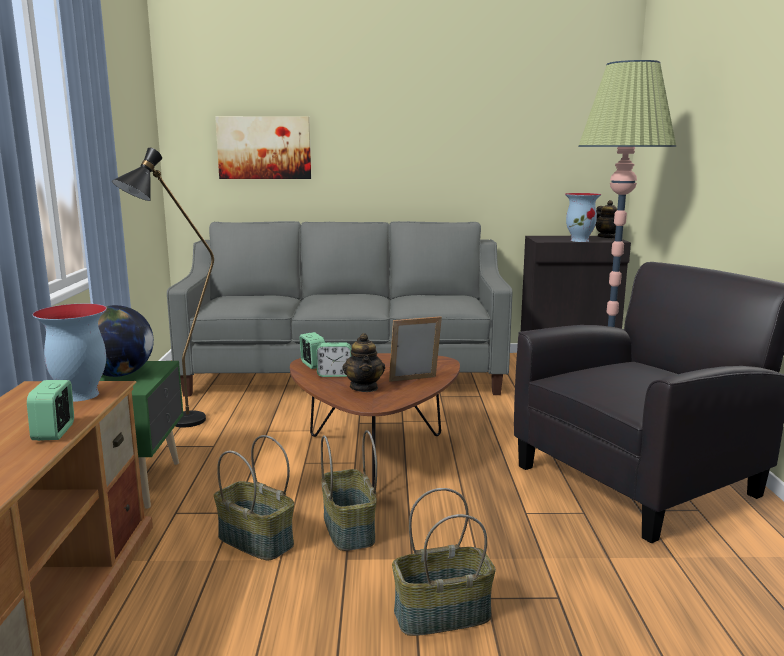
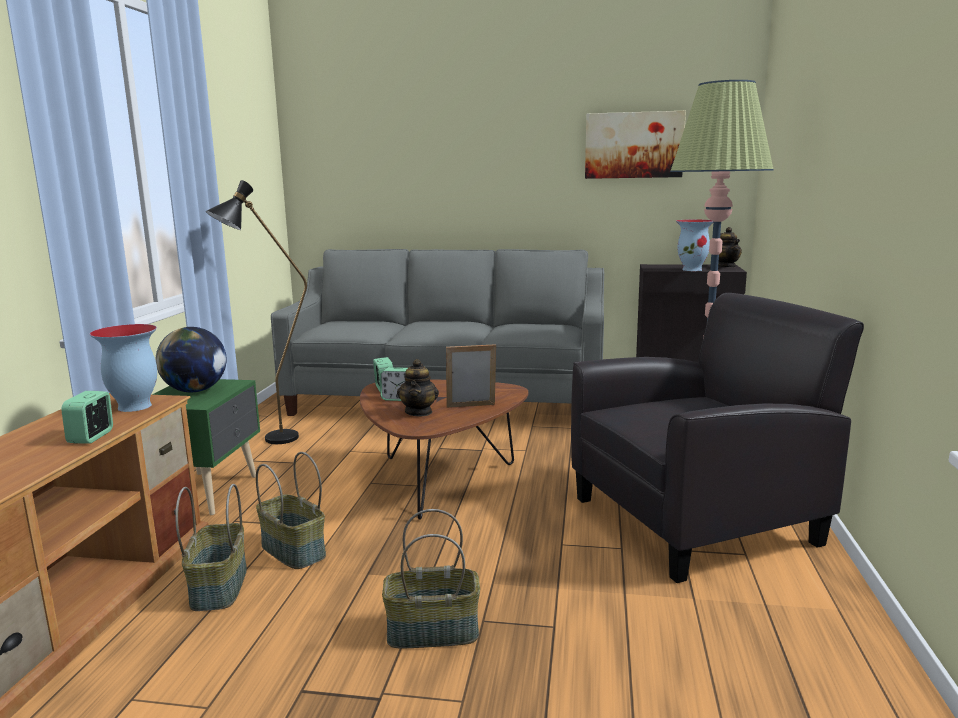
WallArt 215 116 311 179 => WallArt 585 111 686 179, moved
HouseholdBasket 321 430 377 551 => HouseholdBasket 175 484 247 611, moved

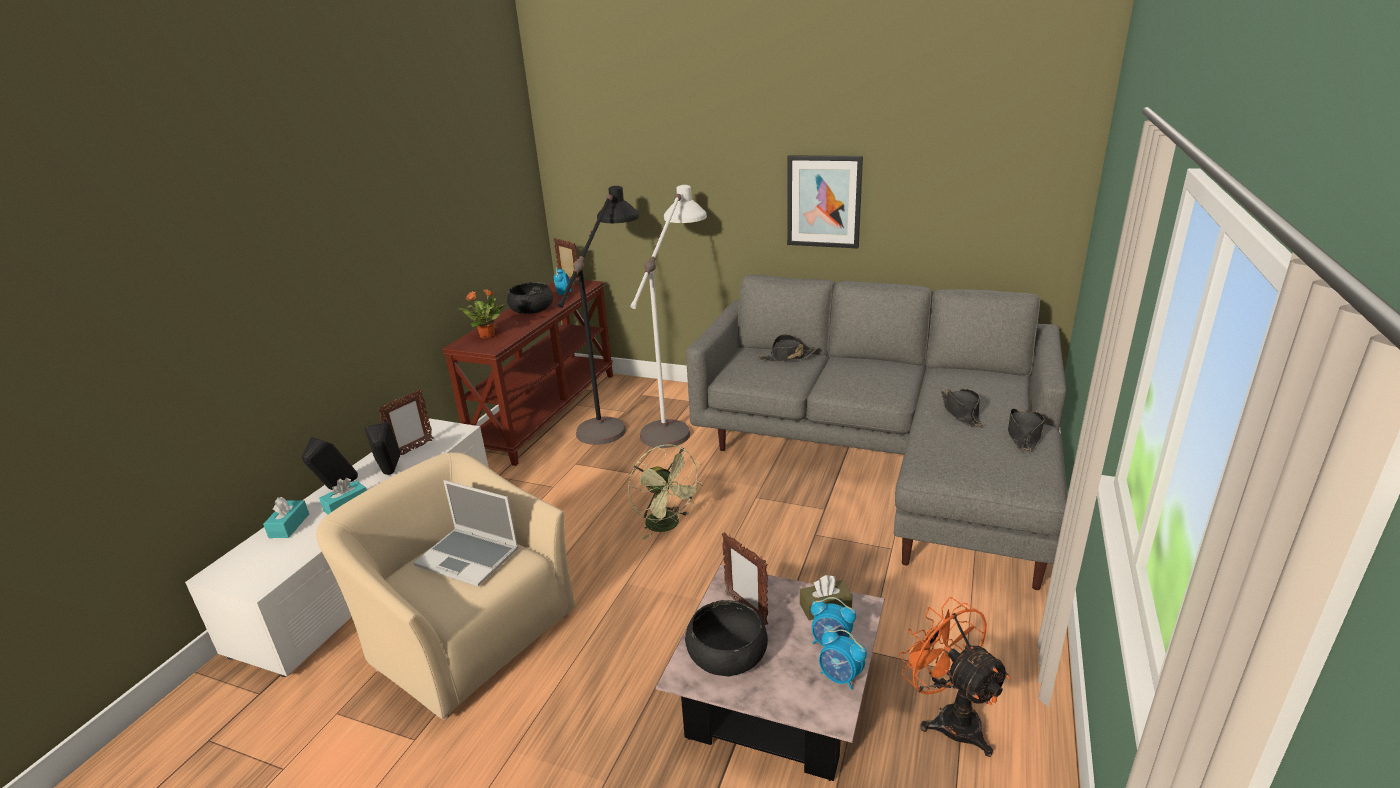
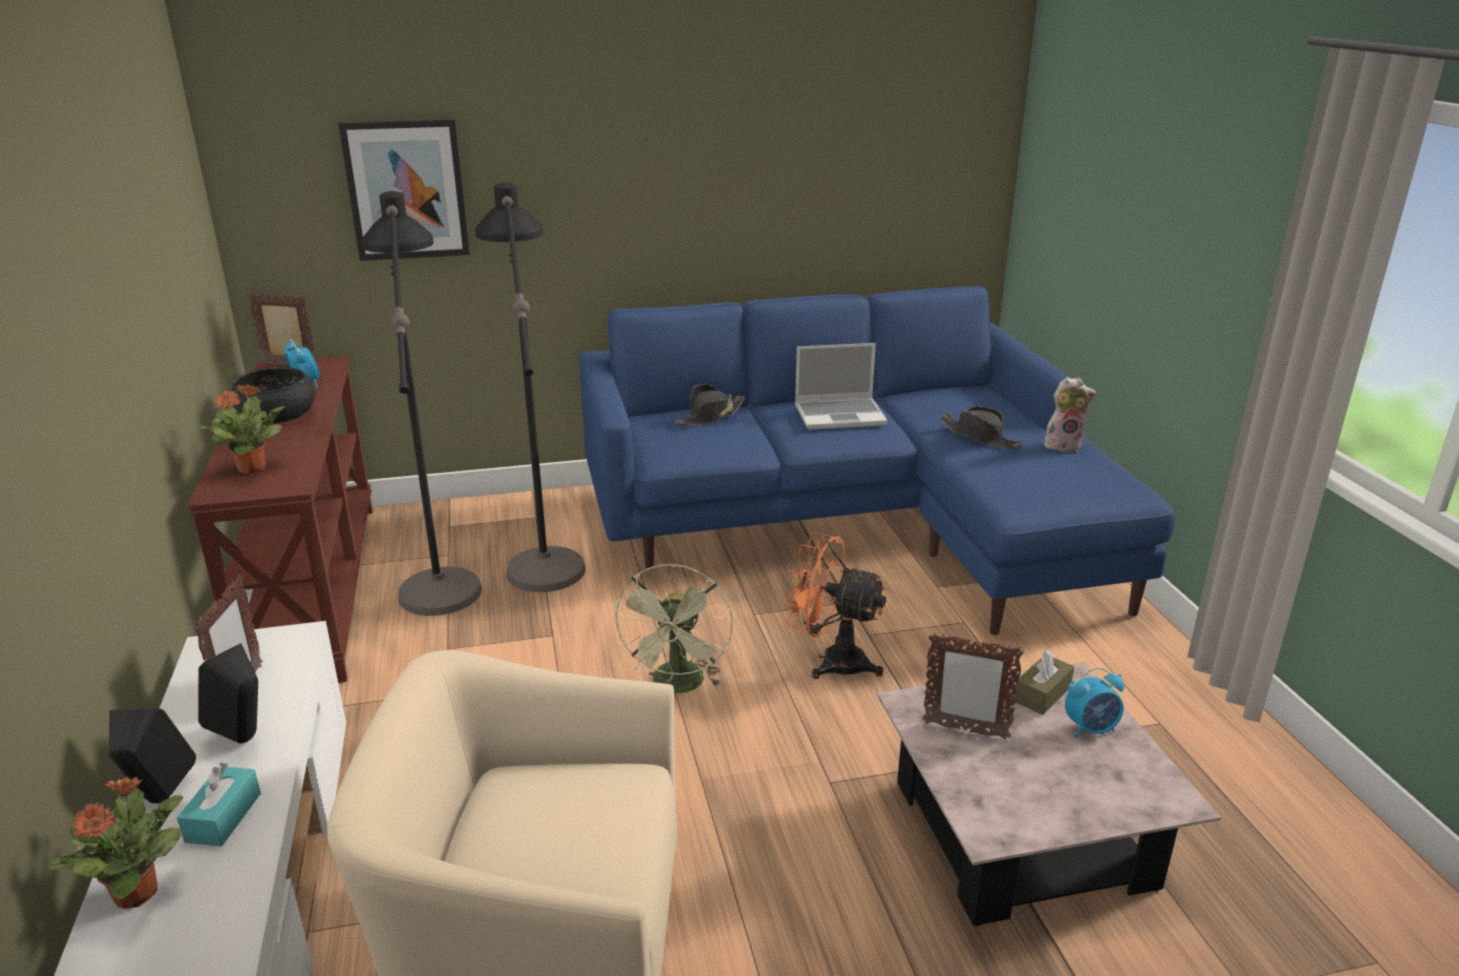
WallArt 787 155 863 248 => WallArt 338 119 470 261, moved
WhiteStandingLamp 630 185 707 448 => BlackishStandingLamp 475 182 586 592
GraySettee 686 275 1067 590 => BlueSettee 579 286 1175 635
BlackishHat 1008 408 1044 451 => SoftToy 1044 377 1096 452
GreenColouredCoolingFan 628 444 704 540 => GreenColouredCoolingFan 614 564 733 693, 75 degrees clockwise
Laptop 414 480 519 587 => Laptop 795 343 888 430, moved
TurquoiseTissueHolder 263 497 309 538 => PlantInAPot 47 776 183 909
OrangeyCoolingFan 898 597 1011 757 => OrangeyCoolingFan 784 532 887 679, moved
BlackishDeepDish 685 600 768 676 => nothing
BedsideClock 819 629 867 690 => nothing

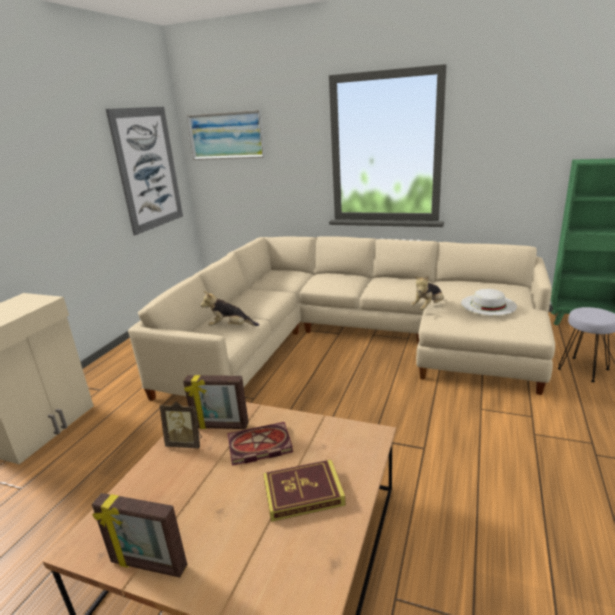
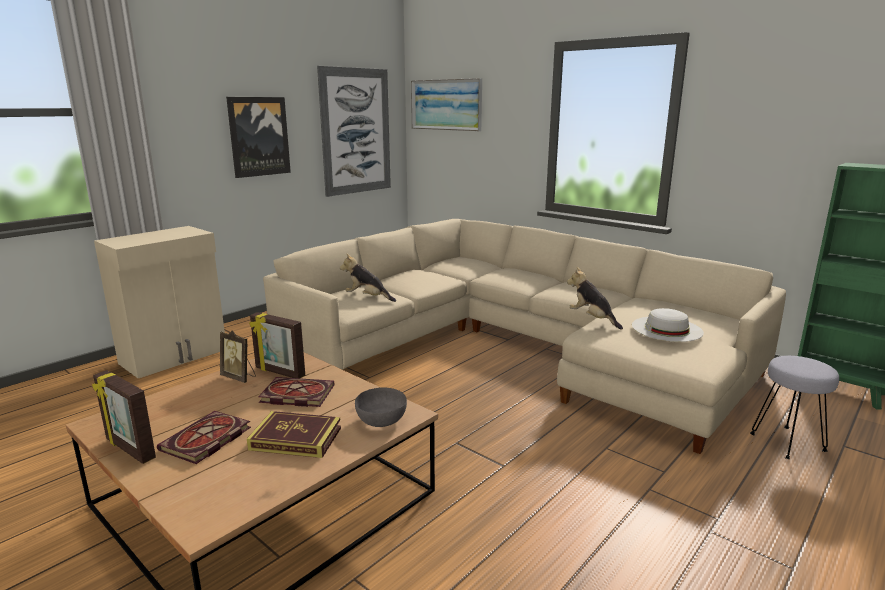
SoftToy 411 275 444 310 => SoftToy 567 267 623 329, 75 degrees clockwise
nothing => WallArt 226 97 291 178
nothing => GrayDeepDish 355 388 407 427
nothing => BoundBook 157 411 251 464

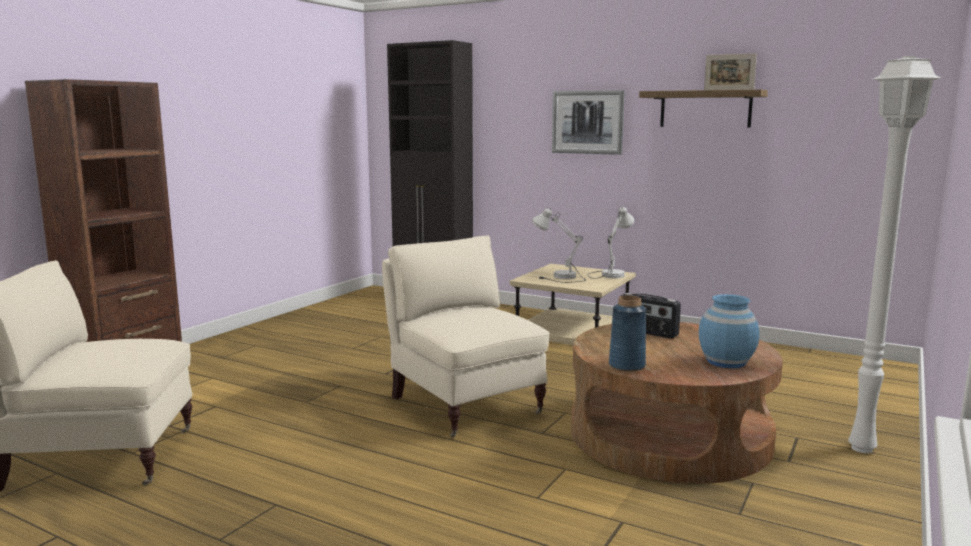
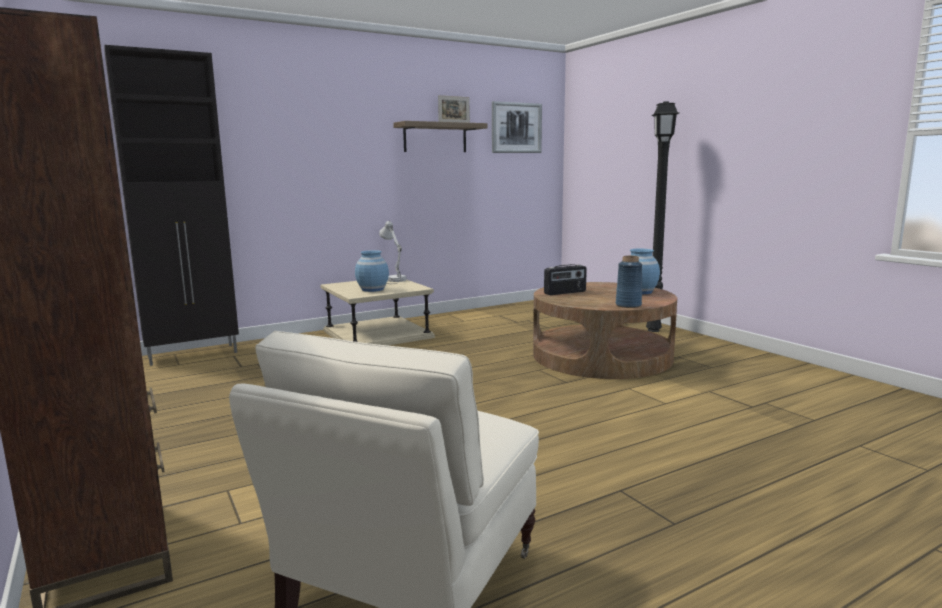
WhiteStandingLamp 848 56 941 453 => BlackishStandingLamp 646 101 679 332
WallArt 552 90 625 155 => WallArt 492 101 542 153, moved
WhiteLampForATable 532 208 586 283 => BlueVase 355 250 389 292
BeigeLoungeChair 382 236 550 437 => nothing

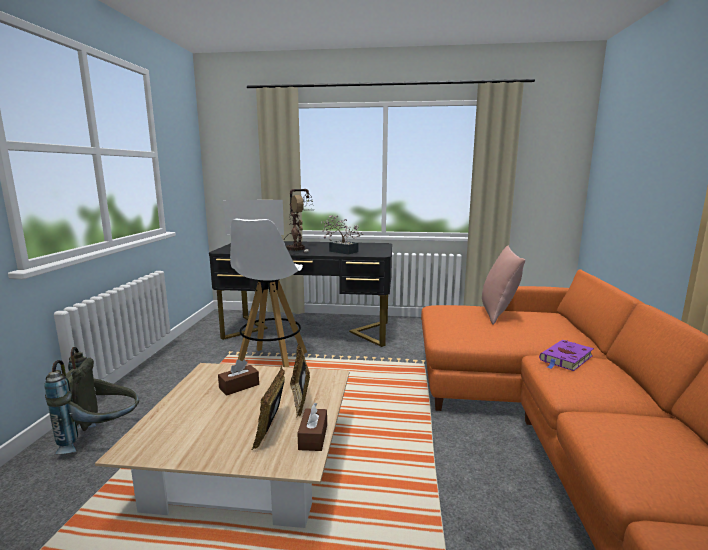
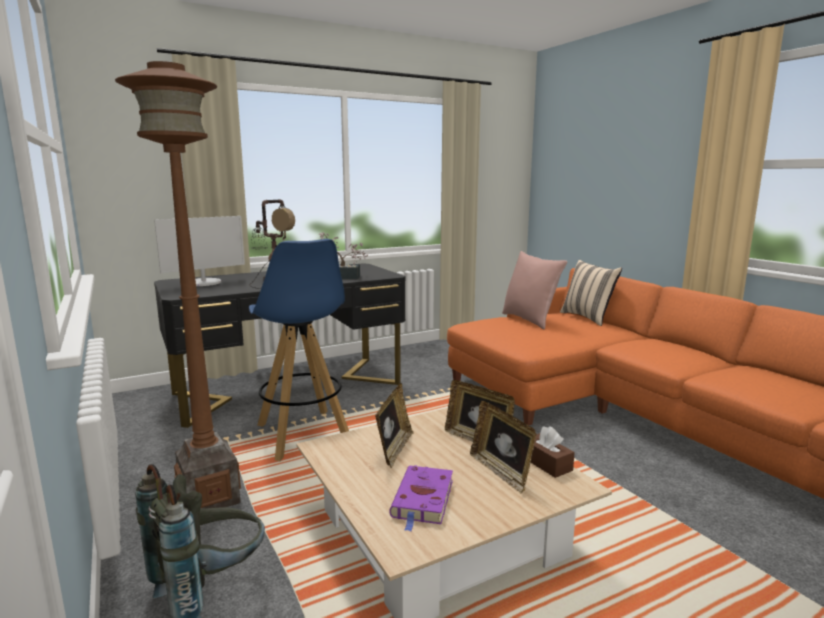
WhiteStool 230 218 307 367 => BlueStool 249 239 349 461
PurplishBoundBook 539 340 594 371 => PurplishBoundBook 389 465 453 532, moved
BrownTissueHolder 218 359 259 396 => StandingFrame 375 383 414 468
nothing => BrownStandingLamp 115 61 241 509
nothing => BeigePillow 560 260 622 326

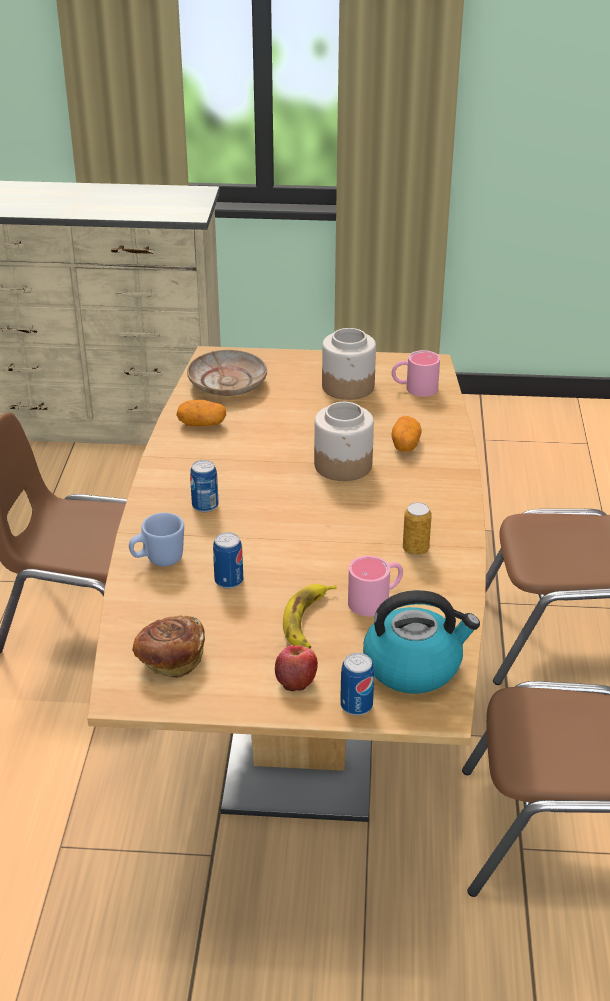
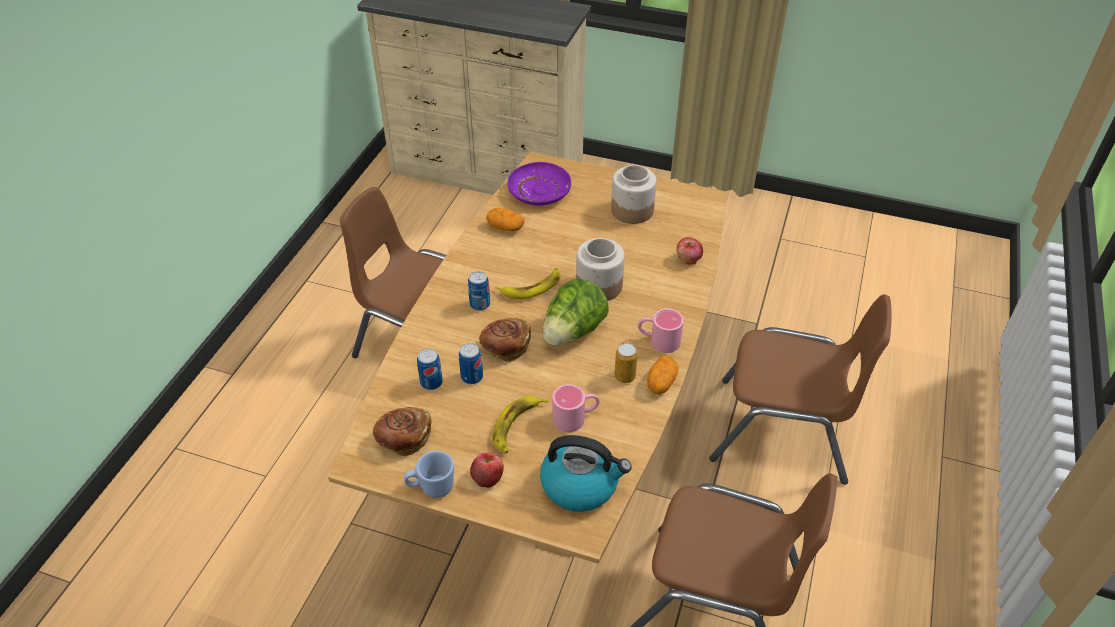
BeigeFlatDish 187 350 267 396 => PurplishFlatDish 507 162 571 206
PinkMug 392 350 440 397 => PinkMug 638 309 684 353, moved
WholePotato 391 416 422 452 => WholePotato 647 356 679 394, moved
BlueMug 129 513 184 566 => BlueMug 404 451 454 498, moved
MetalCan 340 653 374 715 => MetalCan 417 349 443 390, moved
nothing => Apple 676 237 703 265
nothing => Banana 495 268 561 299
nothing => Lettuce 543 279 609 346
nothing => BakedBread 479 318 531 362

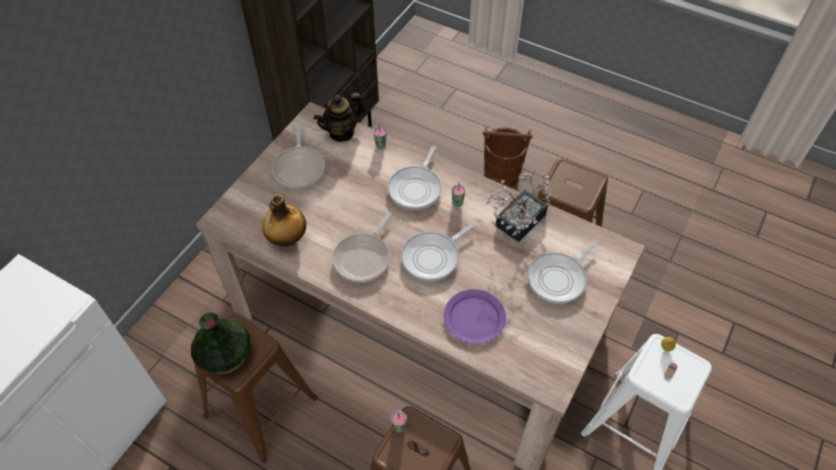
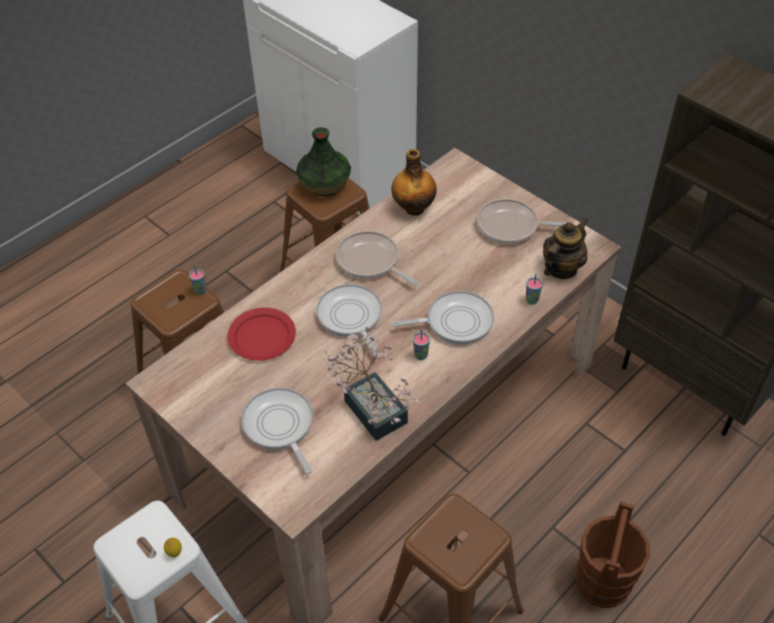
Teapot 314 93 365 142 => Teapot 543 218 588 279, 60 degrees clockwise
FryingPan 388 146 442 210 => FryingPan 392 291 494 345, 135 degrees clockwise
PurplishFlatDish 444 289 506 344 => RedColouredFlatDish 227 307 296 361

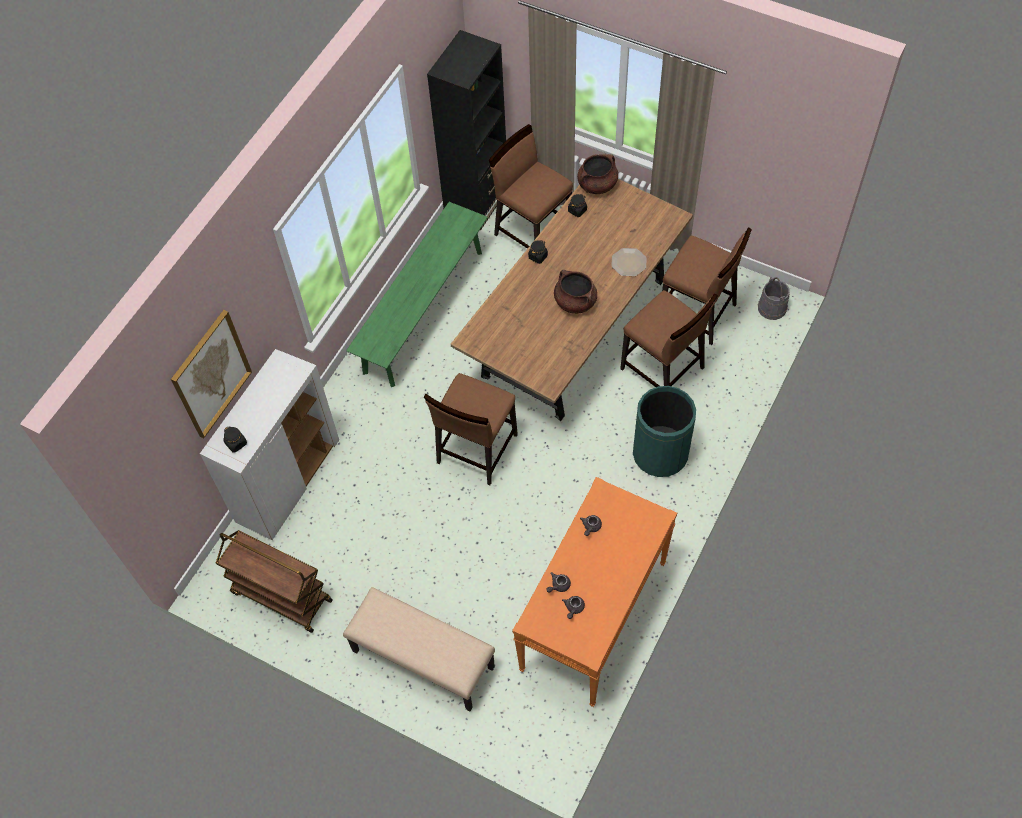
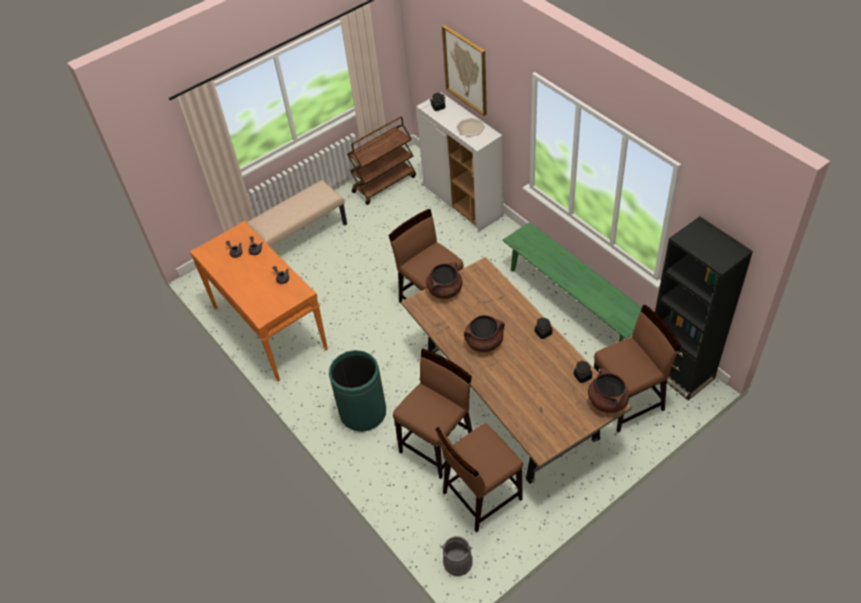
FlatDish 611 248 647 276 => FlatDish 456 118 485 137, moved
BrownPlainChair 620 290 717 387 => BrownPlainChair 393 349 473 479, 150 degrees clockwise
nothing => BrownCookingPot 426 262 463 299

